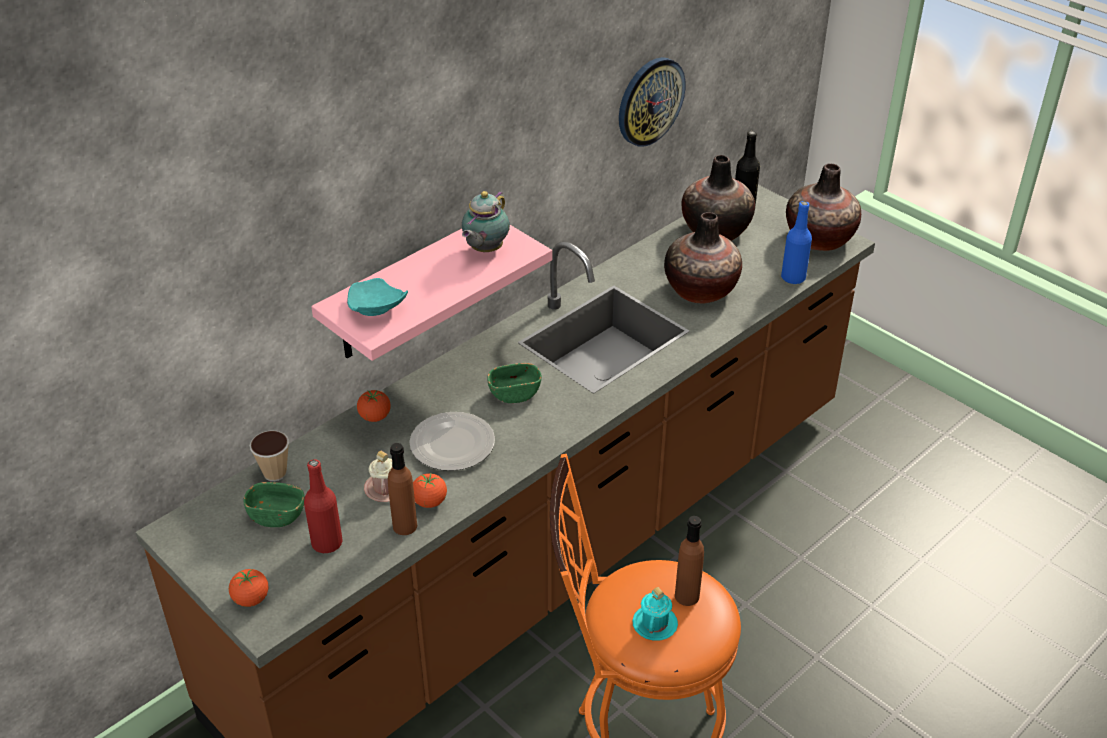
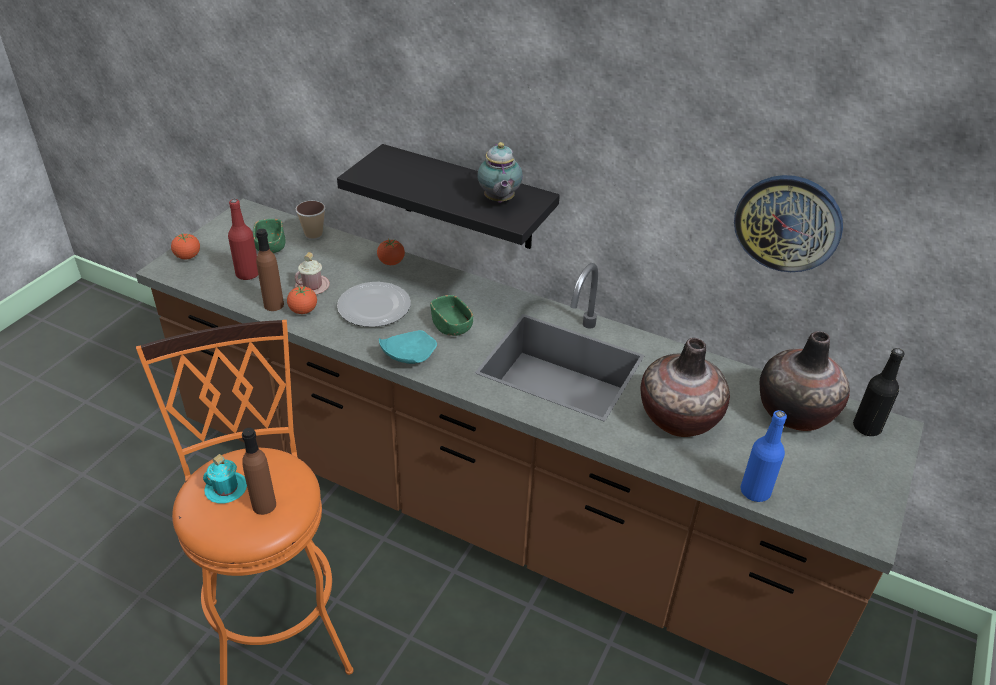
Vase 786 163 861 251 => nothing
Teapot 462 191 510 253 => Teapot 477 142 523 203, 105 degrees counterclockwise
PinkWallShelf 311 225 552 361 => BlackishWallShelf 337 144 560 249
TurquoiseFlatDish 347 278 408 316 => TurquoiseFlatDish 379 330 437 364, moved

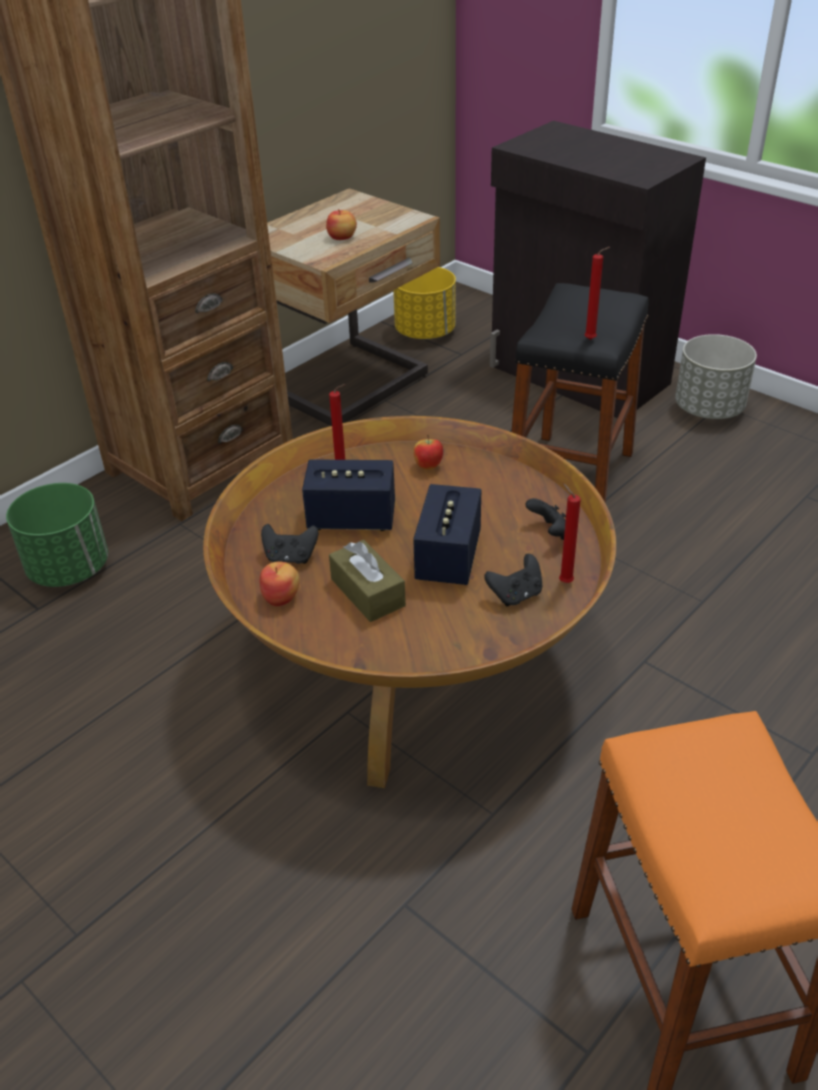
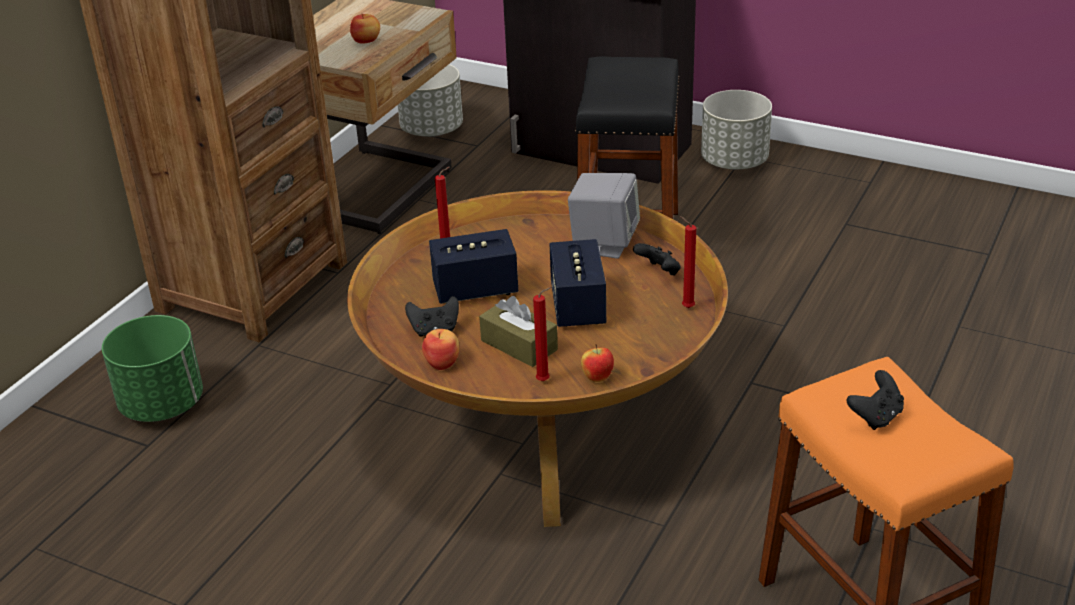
RedColouredCandle 584 247 610 340 => RedColouredCandle 533 287 551 381, moved
YellowishPlantPot 393 267 456 340 => GrayPlantPot 398 64 463 137
Apple 413 435 443 470 => Apple 581 344 614 382, moved
BlackishJoypad 484 554 542 606 => BlackishJoypad 846 370 904 430, moved
nothing => GrayAudioSpeaker 568 173 640 259

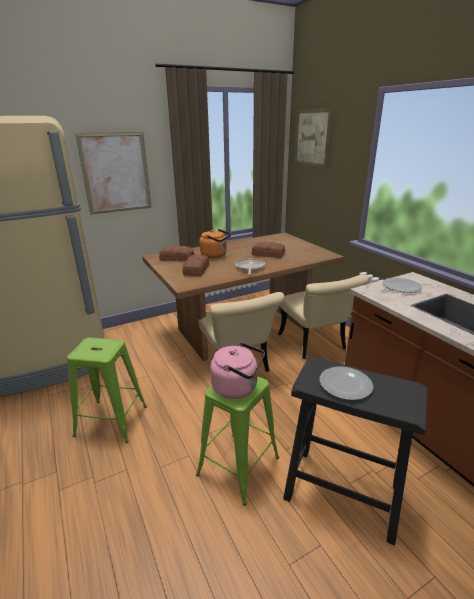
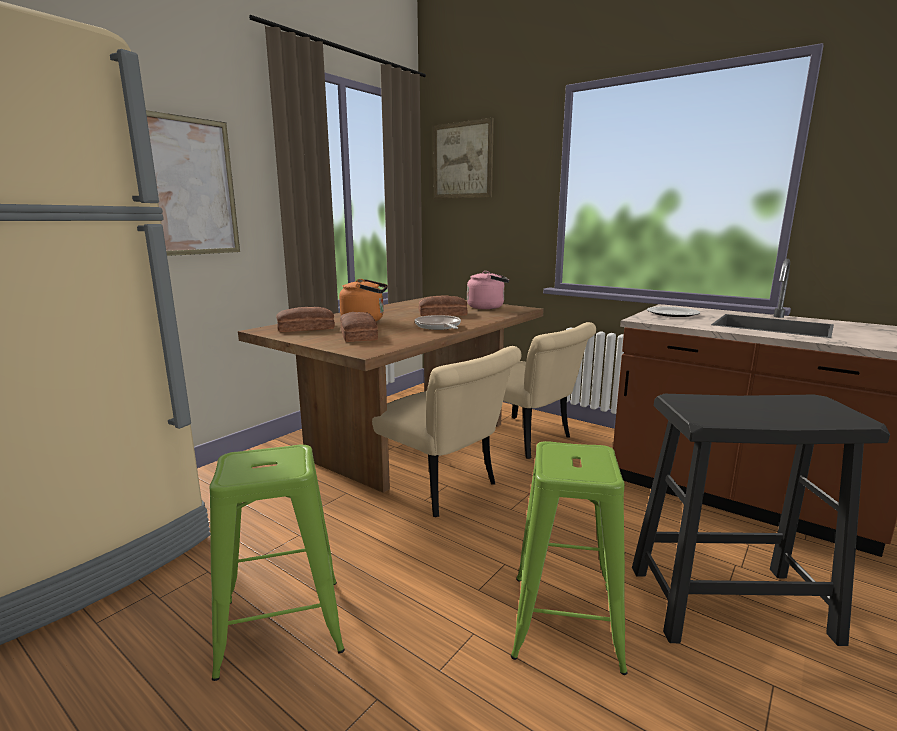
PinkKettle 210 342 265 399 => PinkKettle 467 271 509 309, moved
FlatDish 320 367 373 400 => nothing

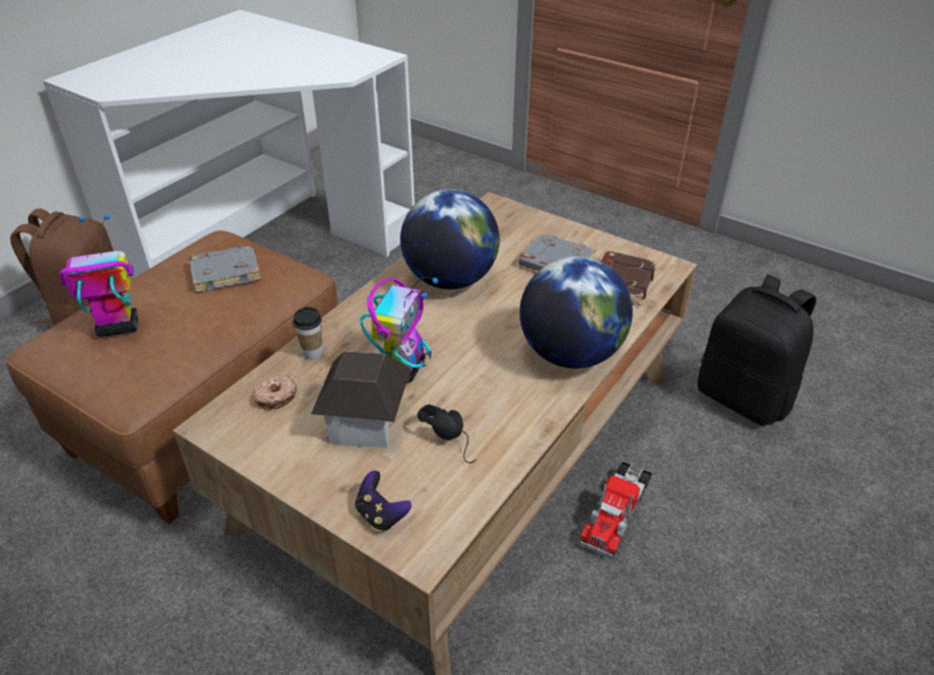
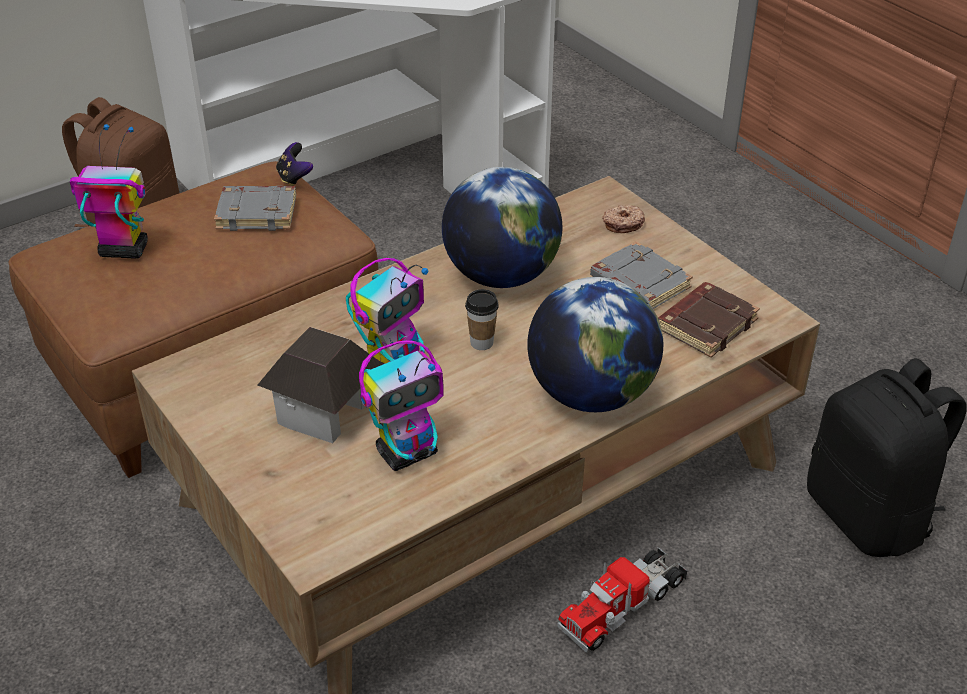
Cup 293 307 323 359 => Cup 465 289 499 350, moved
RingDoughnut 253 376 297 410 => RingDoughnut 602 205 645 233, moved
BlackishHeadphones 417 405 477 463 => RobotFigure 359 340 443 471
Joypad 355 471 411 531 => Joypad 276 142 313 186, moved

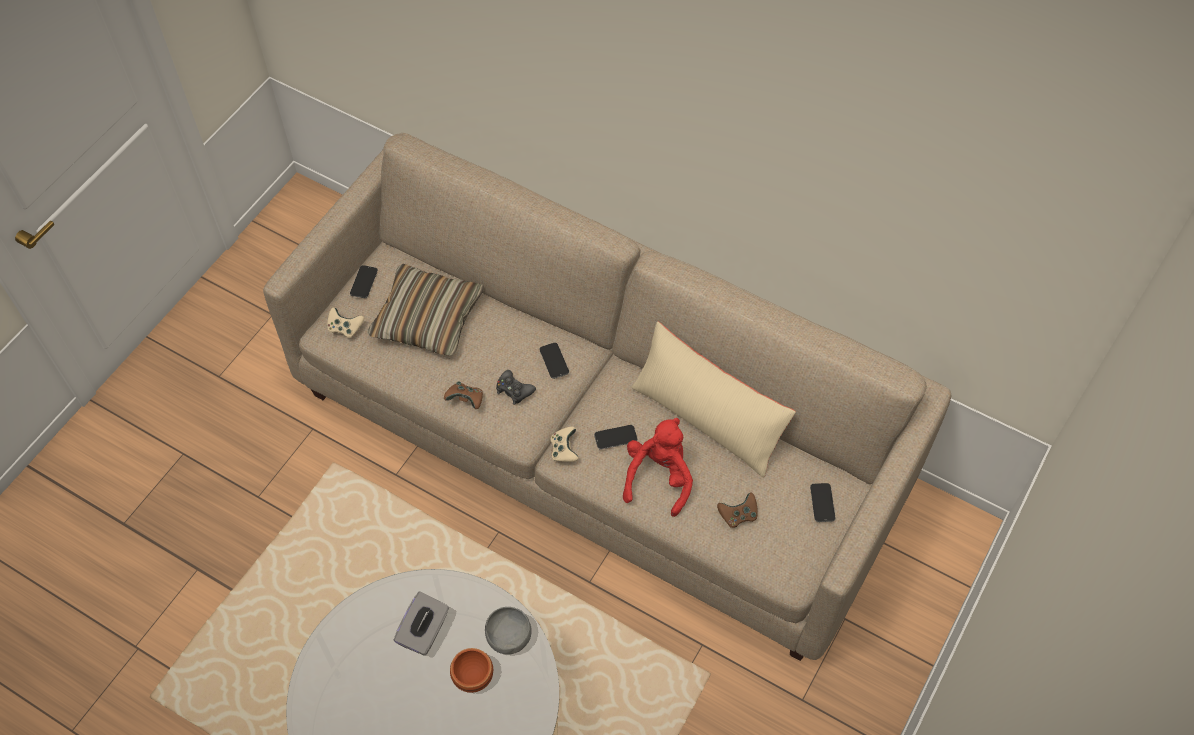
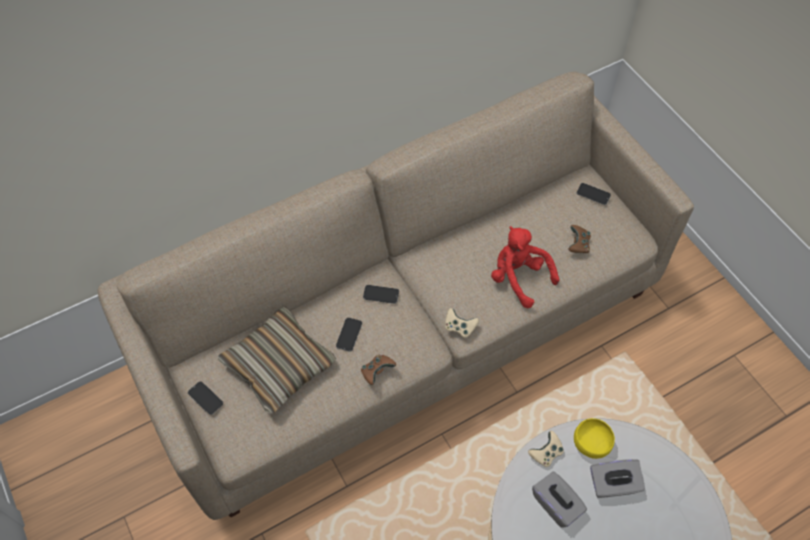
BeigeJoypad 327 307 364 338 => BeigeJoypad 528 431 564 467, moved
BeigePillow 631 322 796 477 => nothing
BlackishJoypad 496 370 536 405 => nothing
Handset 594 425 637 449 => Handset 336 318 362 352, moved
GrayDeepDish 485 607 532 655 => YellowishDeepDish 574 418 615 459
BrownDeepDish 450 648 494 693 => GrayTissueHolder 590 459 645 498

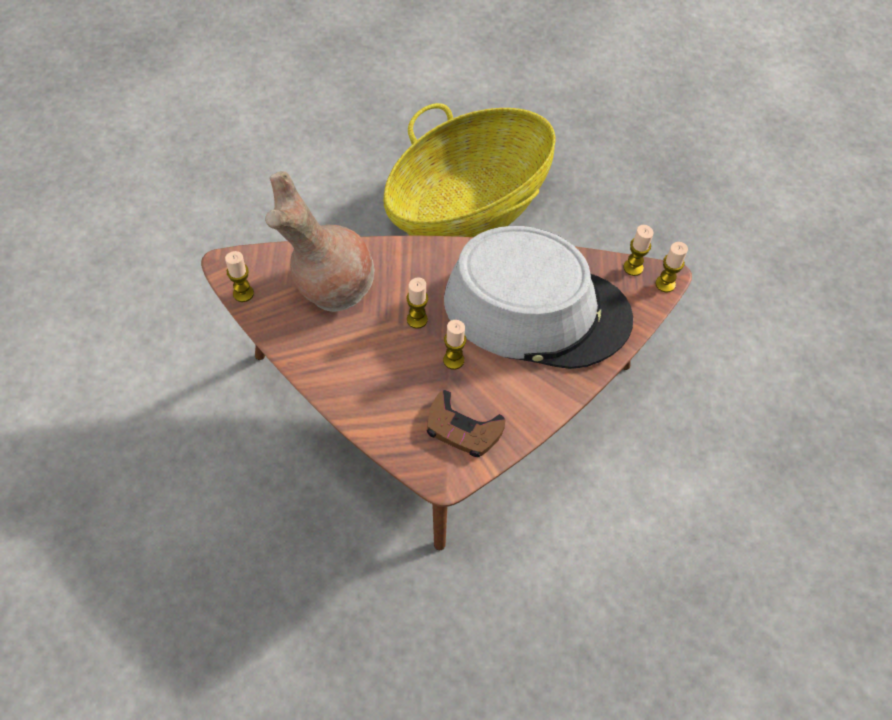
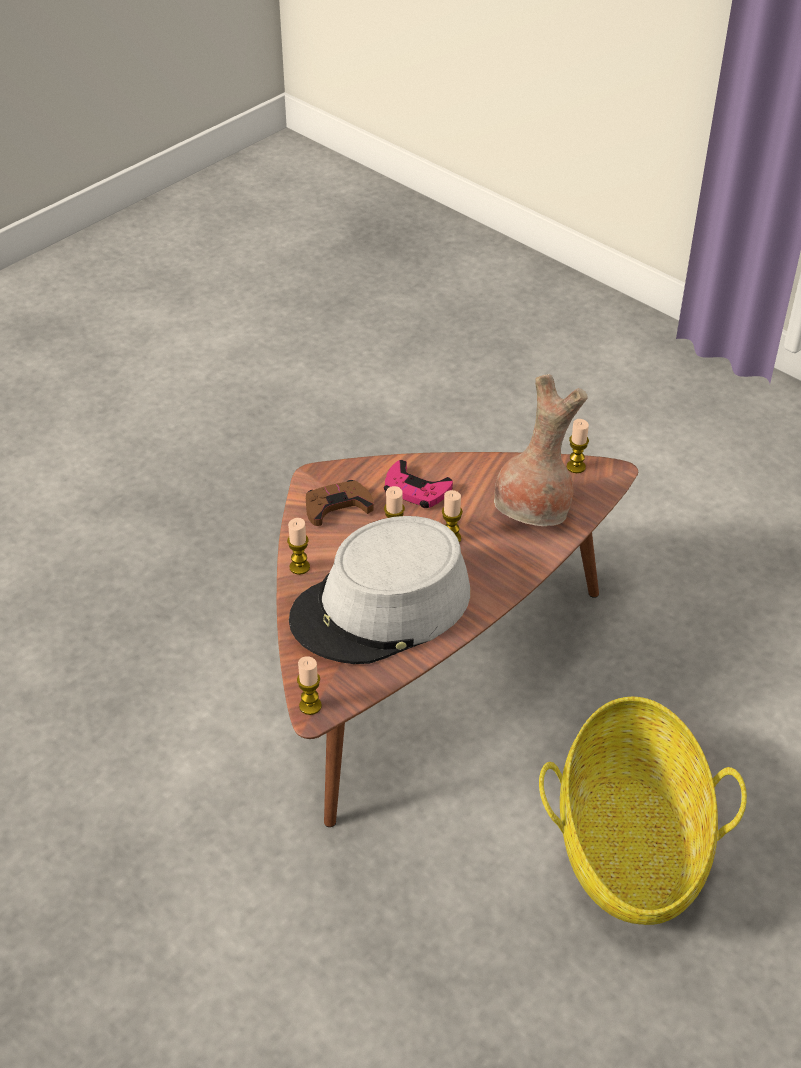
Candle 623 225 653 276 => Candle 287 518 310 575, moved
nothing => PinkJoypad 384 460 453 508

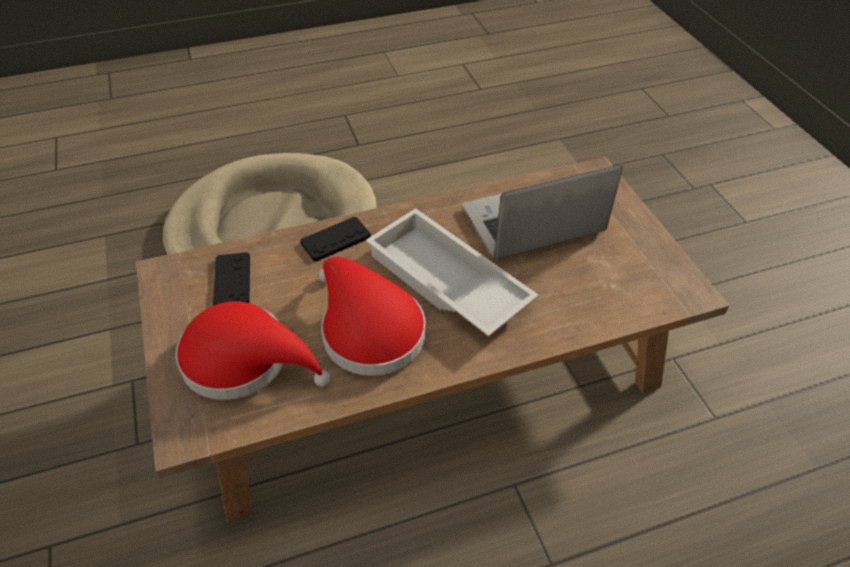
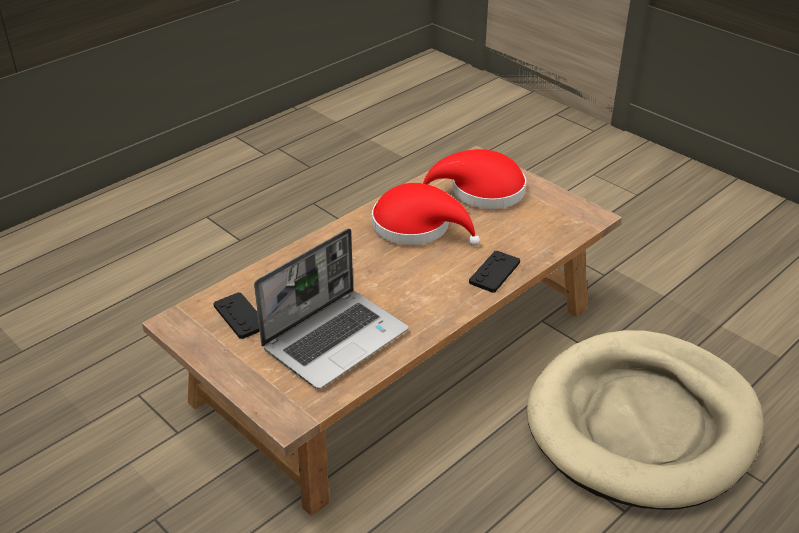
WhiteCarryingTray 366 208 539 337 => nothing
BlackishJoypad 213 252 250 305 => BlackishJoypad 213 292 260 339, moved

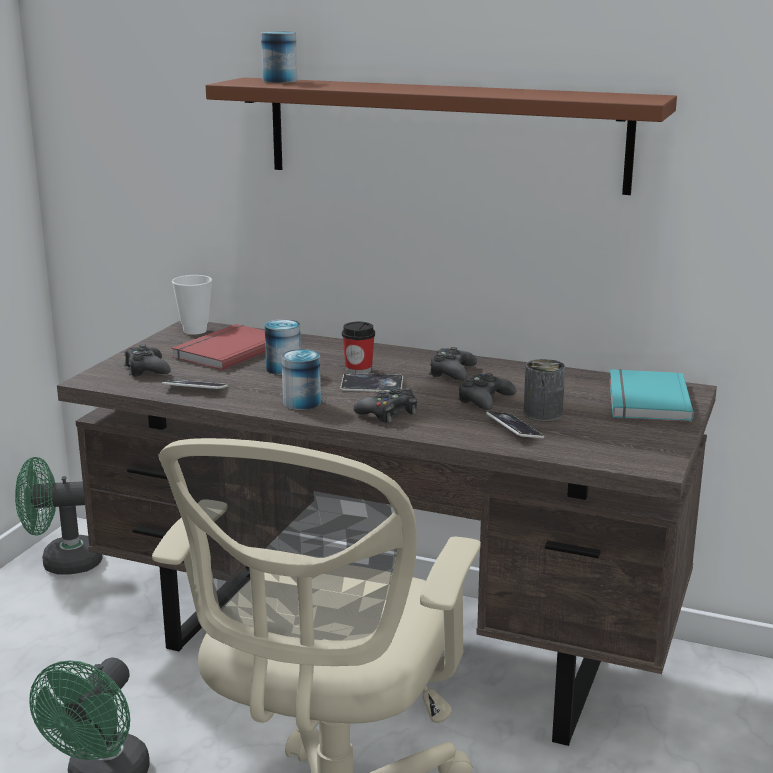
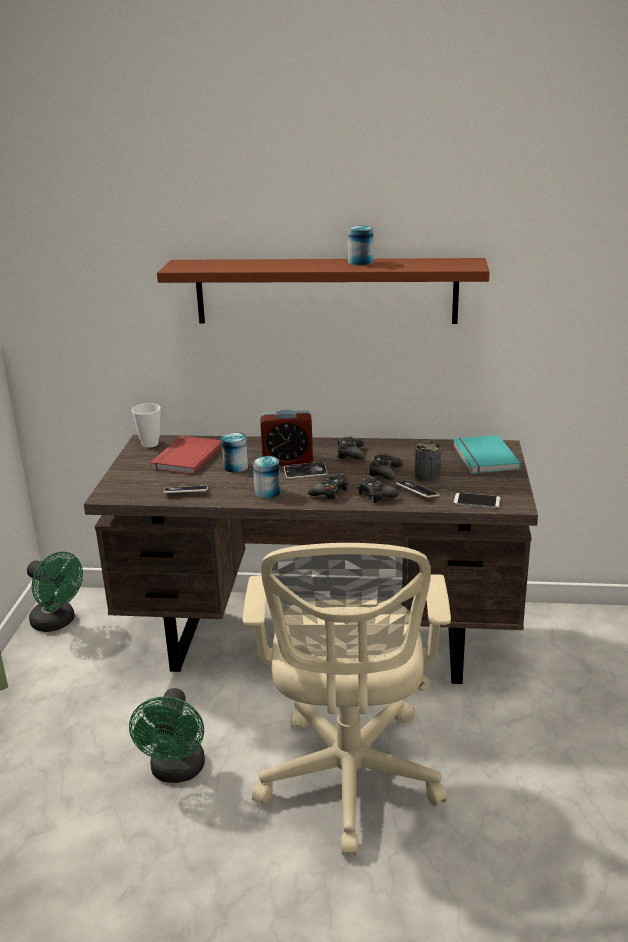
MetalCan 261 32 297 83 => MetalCan 348 226 374 265, moved
Cup 342 322 375 374 => BedsideClock 260 409 313 466
BlackishJoypad 124 344 171 377 => BlackishJoypad 356 477 399 503, moved
GreenColouredCoolingFan 15 457 102 575 => GreenColouredCoolingFan 27 552 83 632, 120 degrees counterclockwise
nothing => Handset 454 493 500 508

